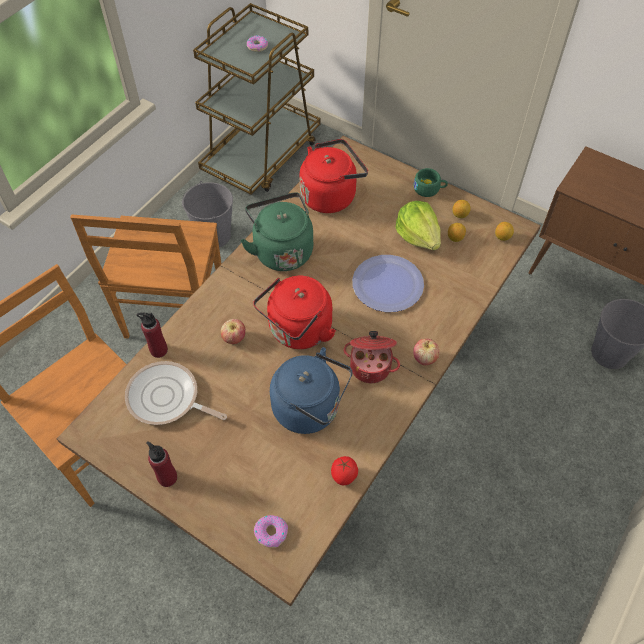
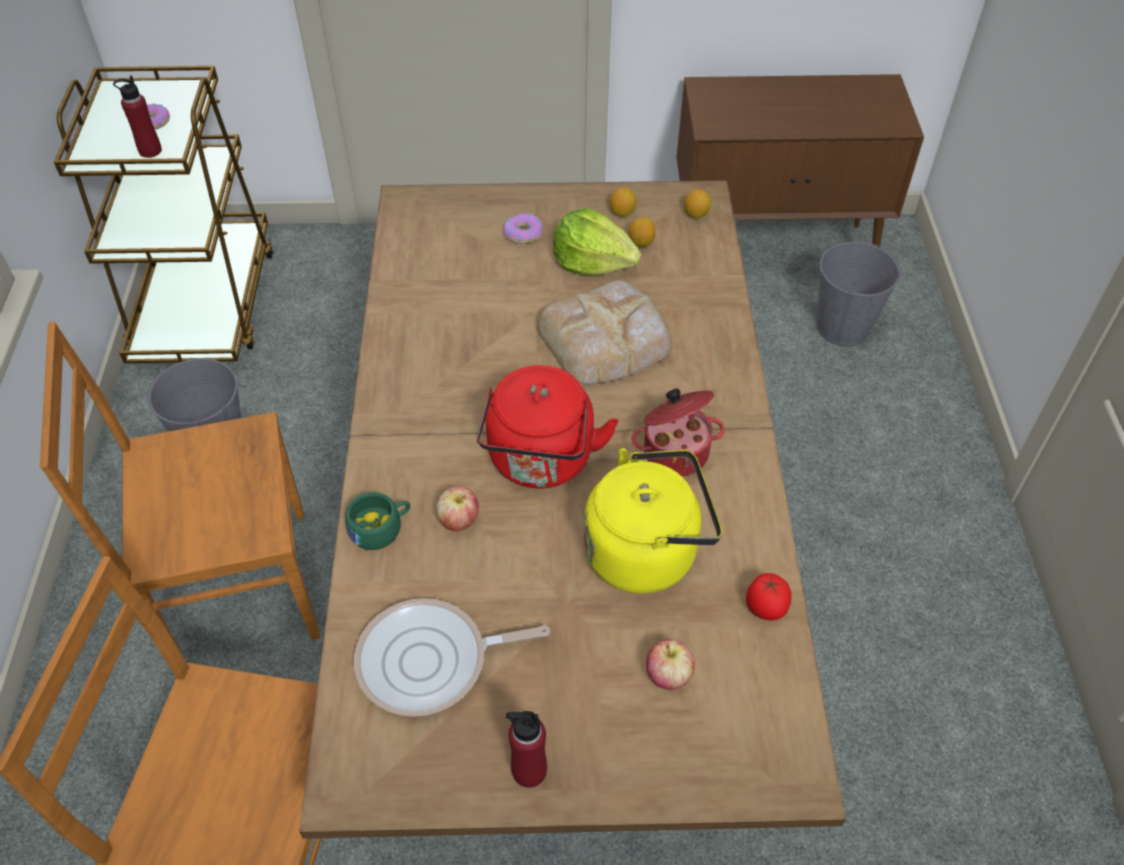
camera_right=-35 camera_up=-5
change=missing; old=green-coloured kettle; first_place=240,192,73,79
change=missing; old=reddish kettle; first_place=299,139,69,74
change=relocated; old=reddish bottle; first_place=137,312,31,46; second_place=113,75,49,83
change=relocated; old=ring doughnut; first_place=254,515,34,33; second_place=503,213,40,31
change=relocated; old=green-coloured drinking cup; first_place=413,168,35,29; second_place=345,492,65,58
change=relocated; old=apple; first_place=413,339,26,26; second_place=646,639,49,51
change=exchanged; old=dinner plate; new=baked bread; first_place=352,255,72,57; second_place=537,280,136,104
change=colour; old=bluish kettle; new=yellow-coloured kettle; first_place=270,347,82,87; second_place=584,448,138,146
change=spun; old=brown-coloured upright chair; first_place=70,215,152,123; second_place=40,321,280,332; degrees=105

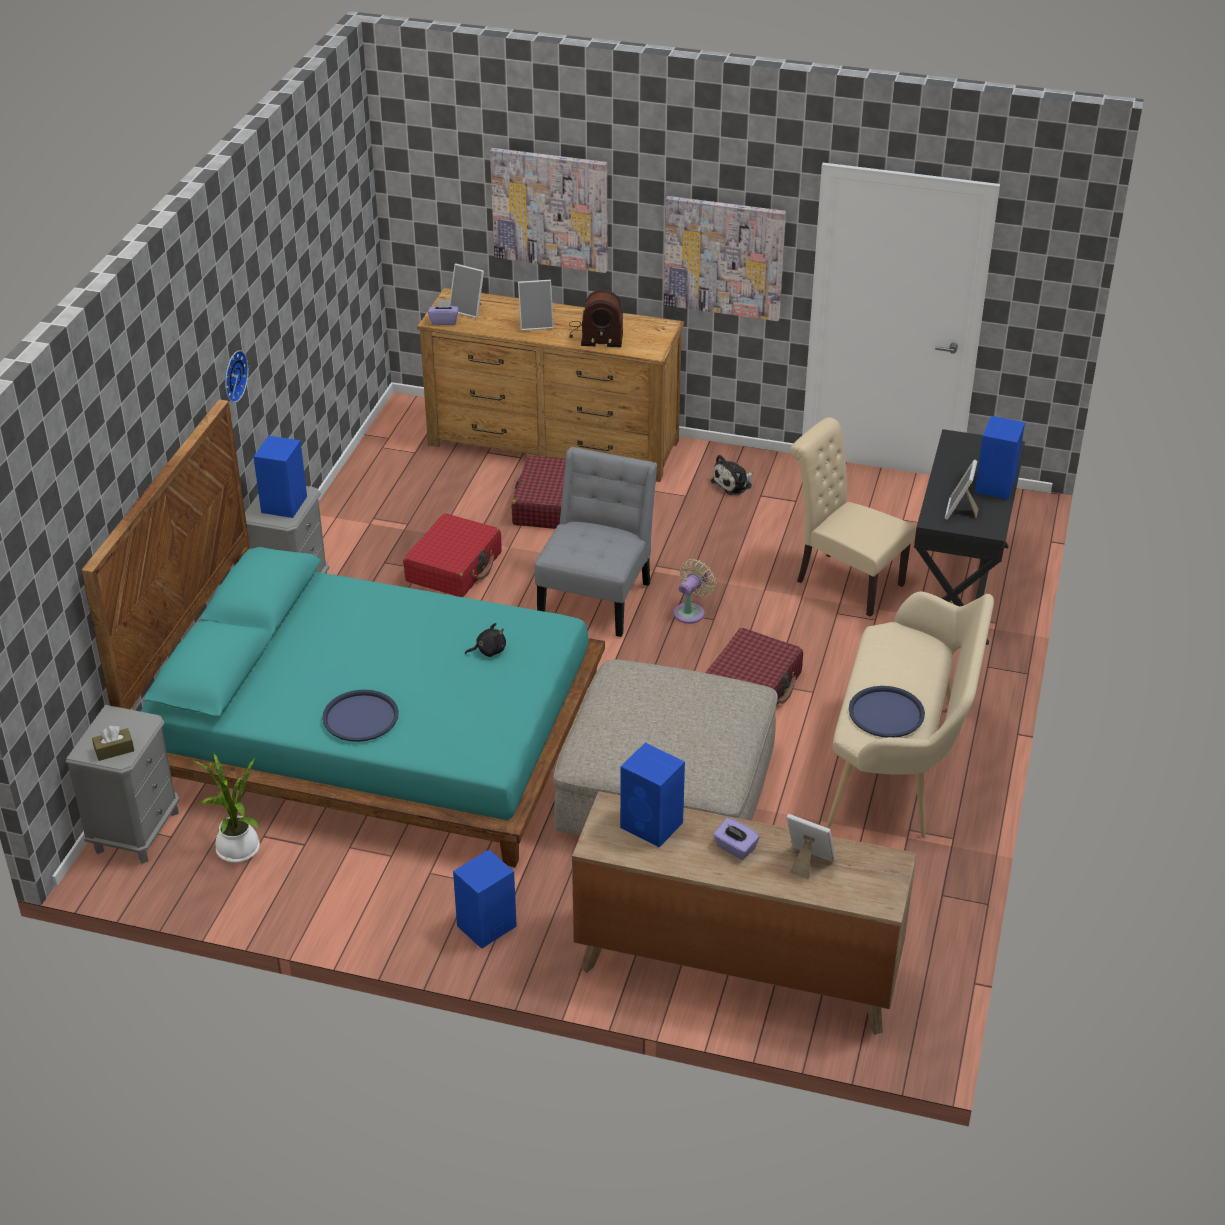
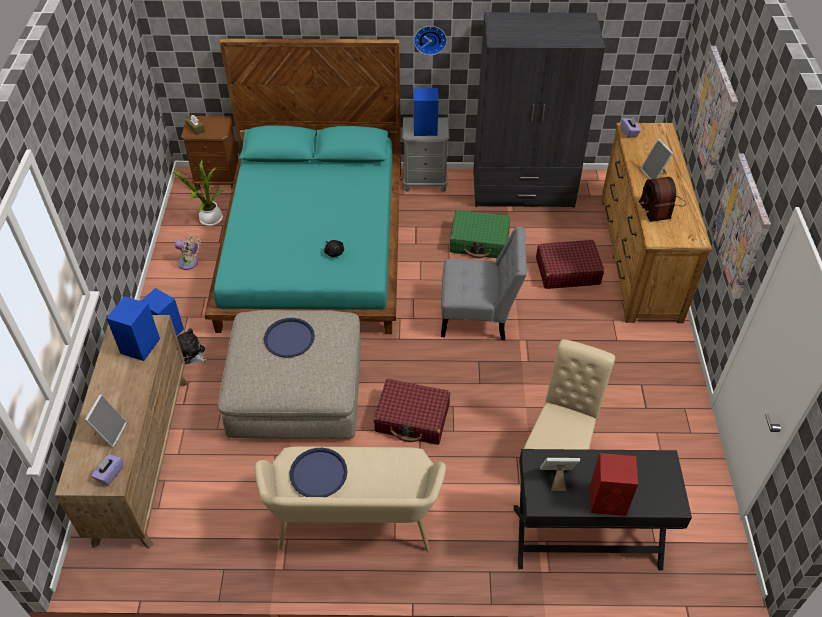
camera_right=75 camera_up=10
change=missing; old=picture frame; first_place=449,264,35,54
change=appeared; new=greyish clothes cupboard; second_place=473,12,132,196
change=relocated; old=bluish serving tray; first_place=322,690,77,52; second_place=264,318,51,40
change=relocated; old=sand-coloured electric fan; first_place=674,559,42,65; second_place=175,235,26,35
change=relocated; old=soft toy; first_place=711,455,42,40; second_place=177,328,30,36
change=relocated; old=purplish tissue box; first_place=713,818,47,42; second_place=91,454,32,31
change=colour; old=greyish nightstand; new=brown-coloured nightstand; first_place=66,705,114,159; second_place=181,116,58,75
change=colour; old=reddish travel case; new=green-coloured travel case; first_place=403,513,99,84; second_place=450,210,60,48
change=colour; old=bluish speaker; new=reddish speaker; first_place=975,416,50,84; second_place=590,453,48,63

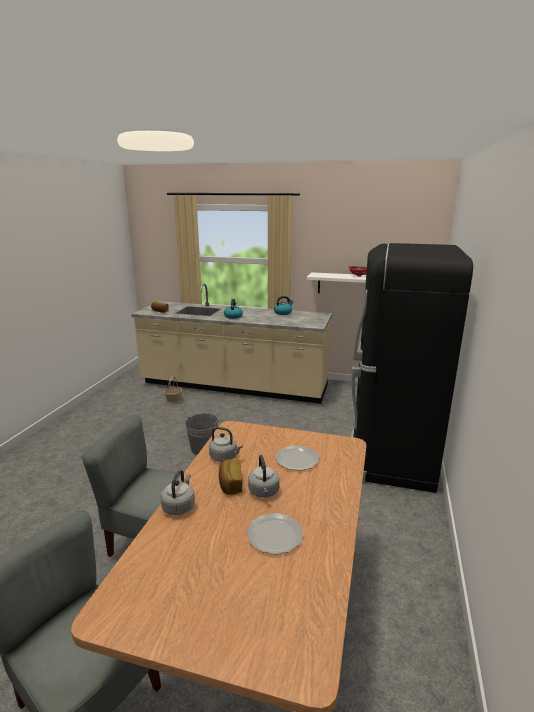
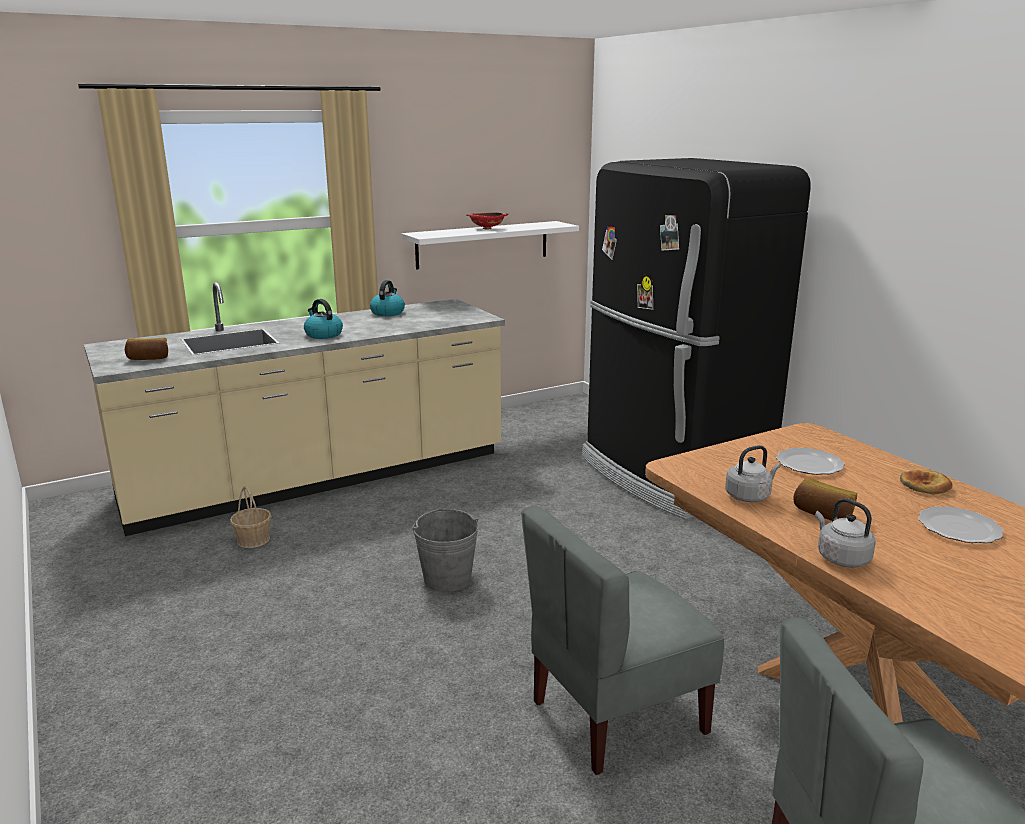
camera_right=-45 camera_up=0
change=missing; old=greyish kettle; first_place=248,455,32,43
change=appeared; new=baked bread; second_place=900,470,53,24

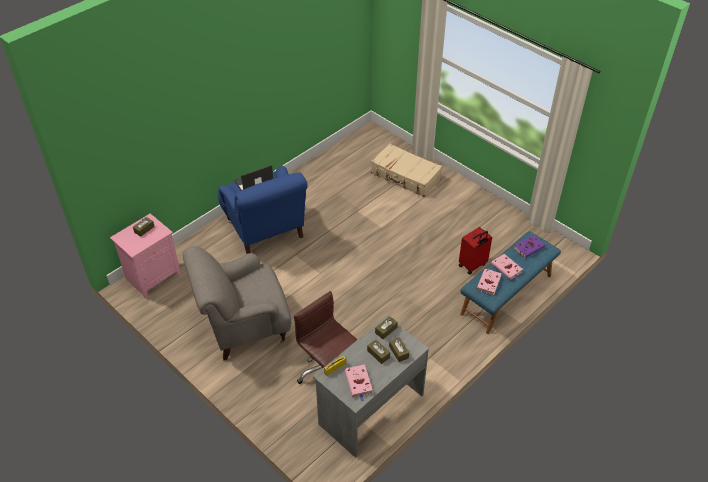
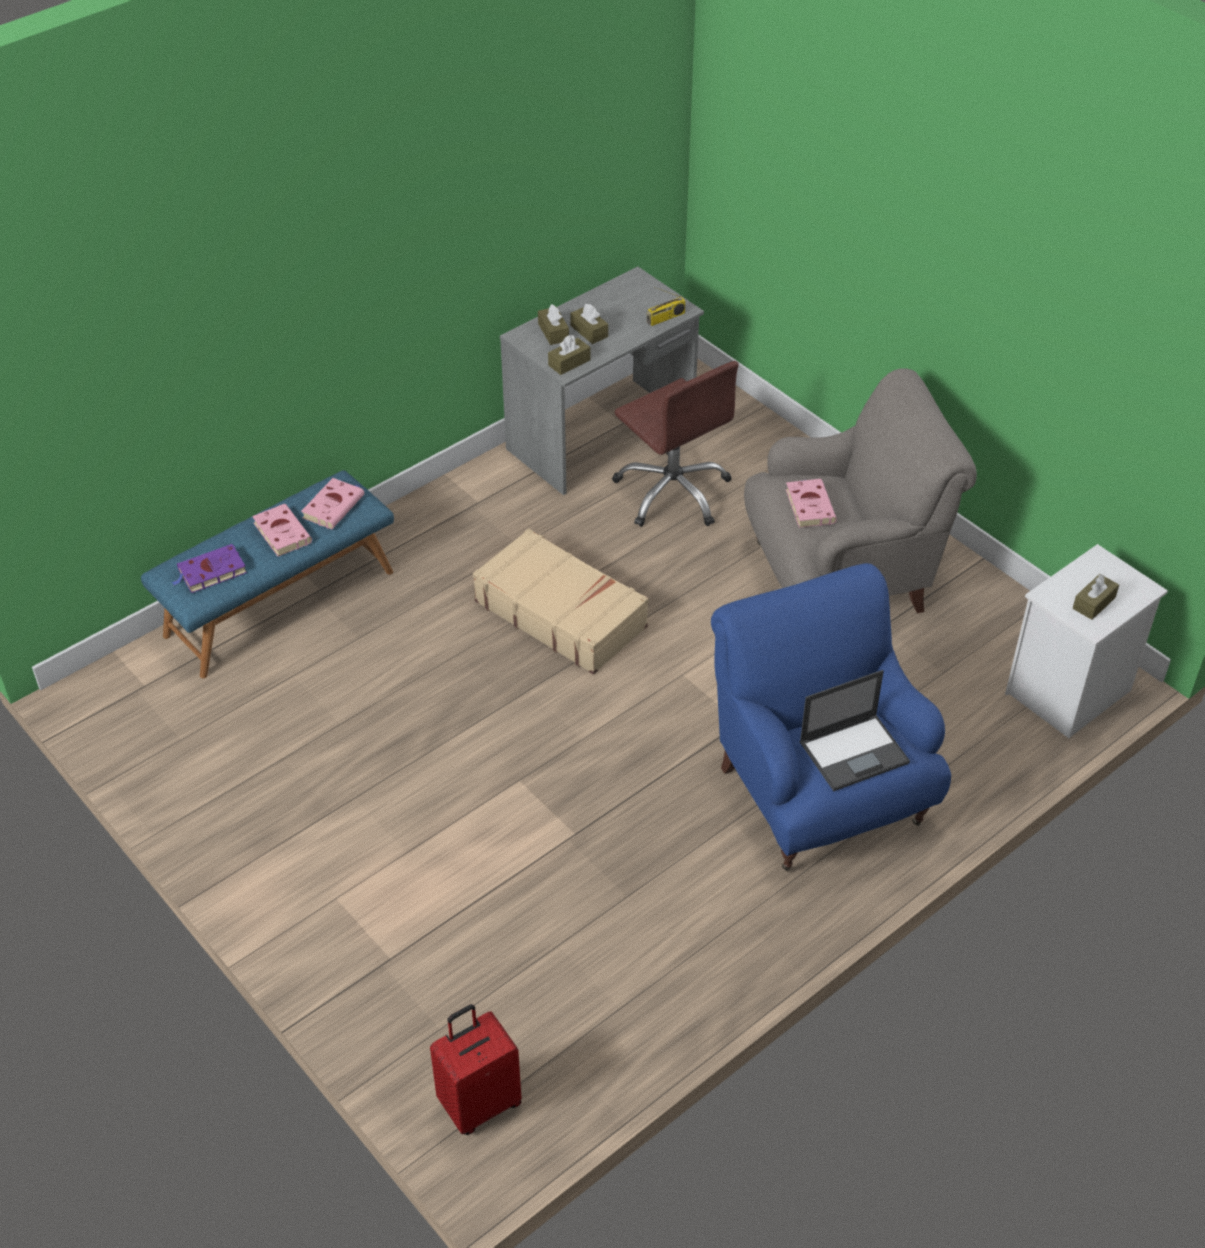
camera_right=-175 camera_up=0
change=relocated; old=pinkish book; first_place=345,364,28,38; second_place=786,479,51,49
change=relocated; old=sand-coloured travel case; first_place=371,143,72,54; second_place=473,529,176,146
change=relocated; old=reddish travel case; first_place=459,227,33,47; second_place=430,1004,91,131
change=colour; old=pinkish nightstand; new=whitish nightstand; first_place=110,214,71,84; second_place=1005,544,163,194

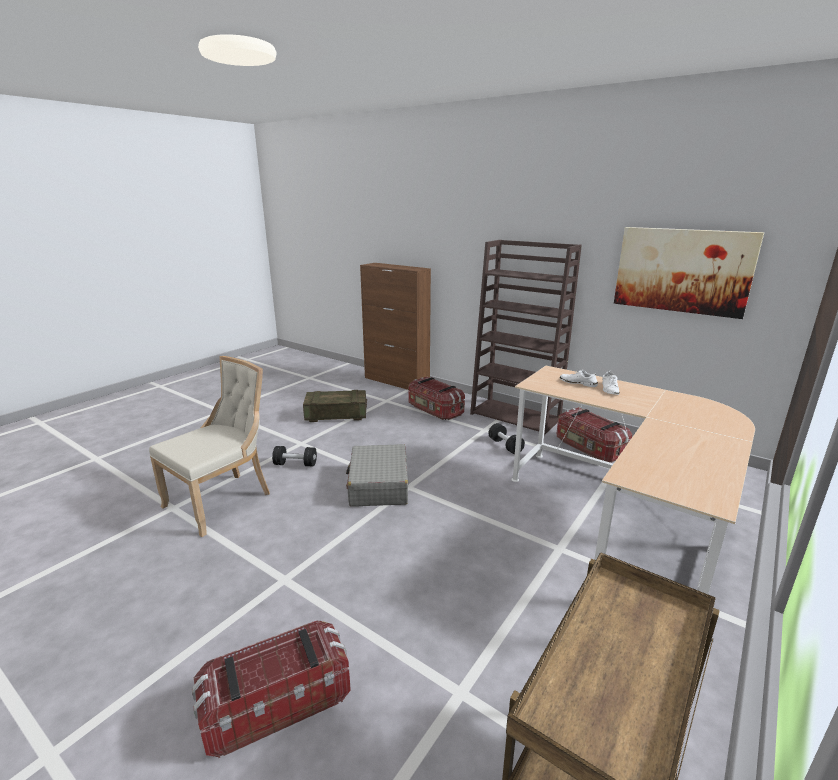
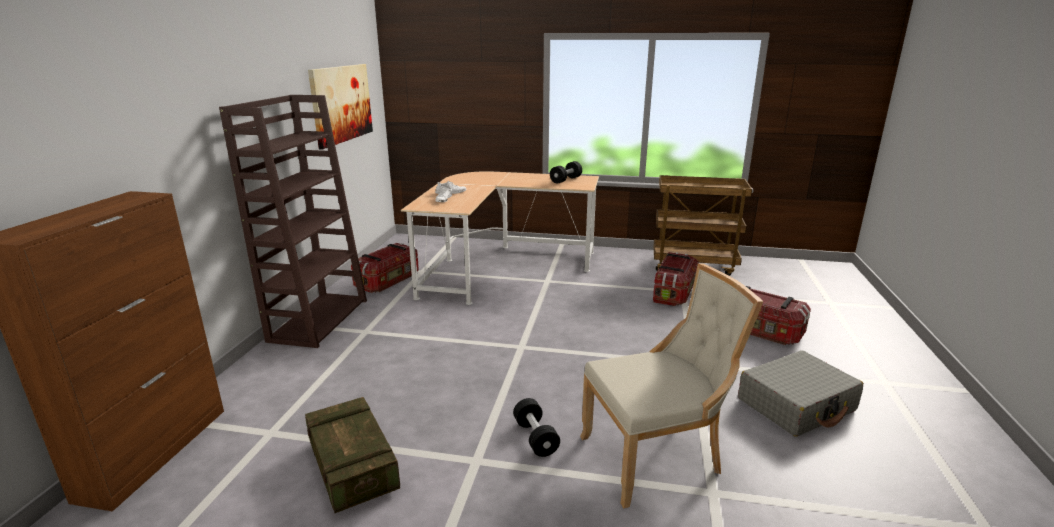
camera_right=-115 camera_up=0
change=relocated; old=greyish travel case; first_place=346,444,62,63; second_place=738,350,125,87
change=relocated; old=storage box; first_place=408,377,57,43; second_place=653,252,46,54
change=relocated; old=black hand weight; first_place=488,423,37,31; second_place=550,161,32,23
change=spun; old=sand-coloured upright chair; first_place=149,356,121,181; second_place=580,263,183,245; degrees=150

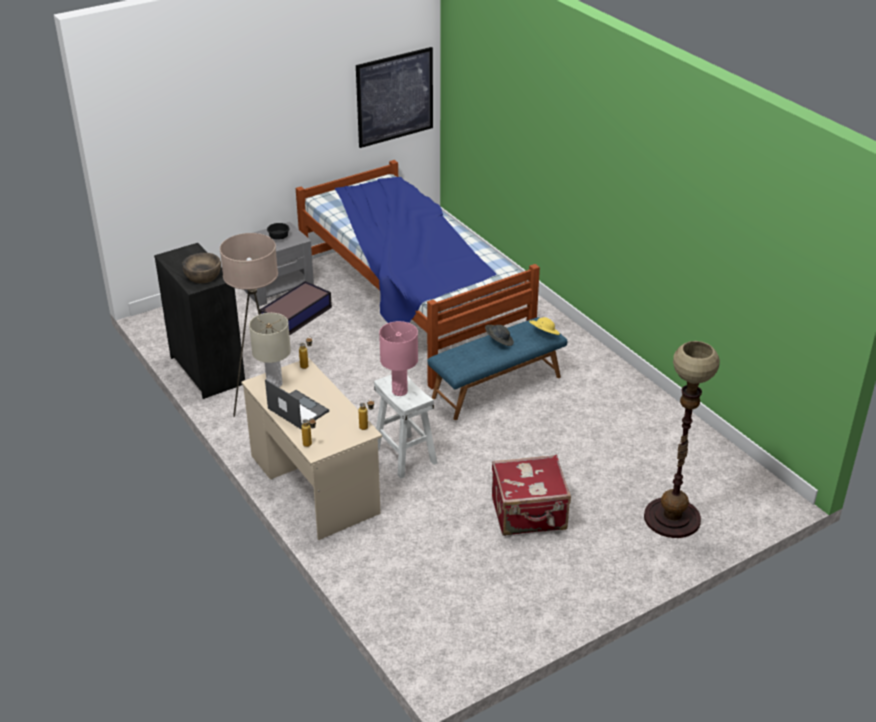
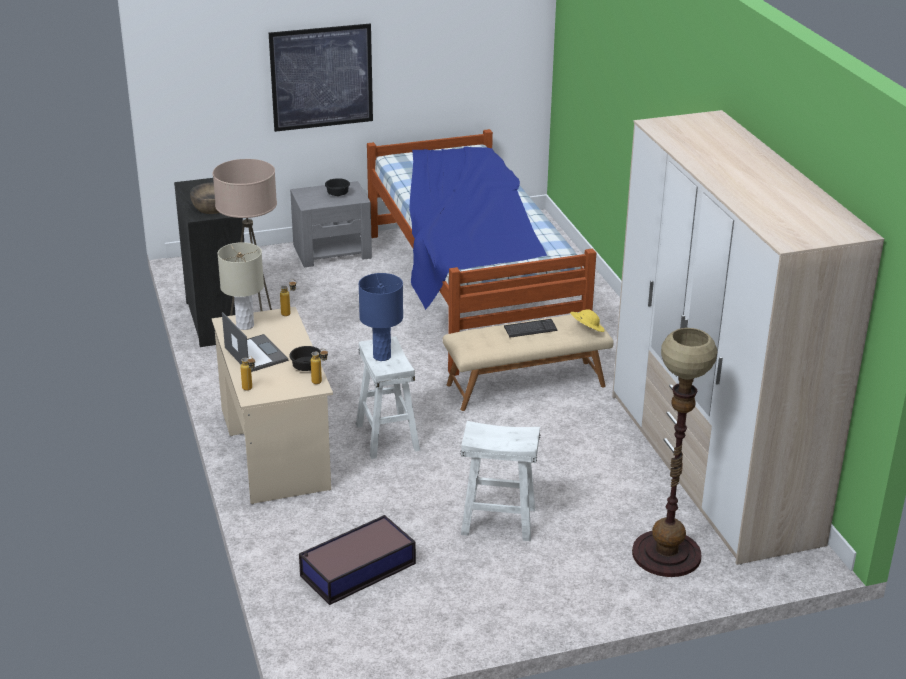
camera_right=15 camera_up=-5
change=appeared; new=black bowl; second_place=289,346,32,25
change=appeared; new=clothes cupboard; second_place=612,110,272,455
change=relocated; old=storage box; first_place=260,281,72,54; second_place=299,515,117,90
change=relocated; old=picture; first_place=356,47,77,101; second_place=269,24,104,108
change=exchanged; old=greyish clothing hat; new=computer keyboard; first_place=485,325,29,21; second_place=504,319,53,19
change=exchanged; old=reddish travel case; new=whitish stool seat; first_place=492,454,79,82; second_place=460,421,80,120
change=colour; old=pinkish lamp for a table; new=bluish lamp for a table; first_place=379,321,39,75; second_place=359,273,44,88
change=colour; old=bluish bench; new=sand-coloured bench; first_place=428,317,139,103; second_place=443,315,171,96

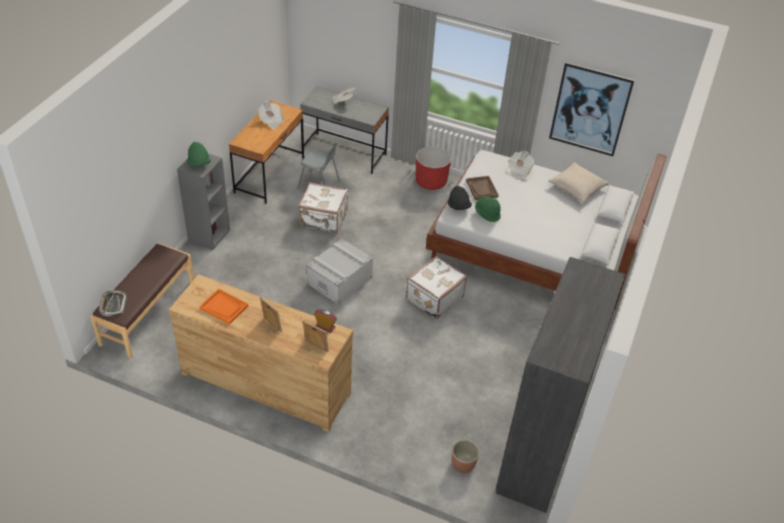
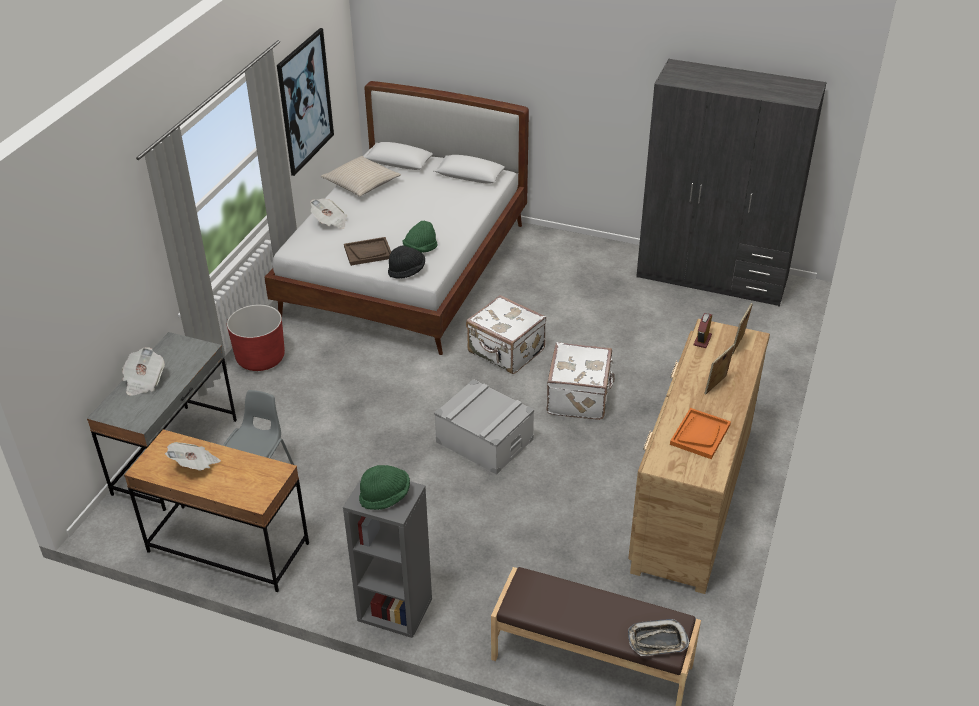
camera_right=-90 camera_up=-5
change=missing; old=flower pot; first_place=452,440,27,33
change=relocated; old=whitish travel case; first_place=298,182,50,51; second_place=547,342,68,78

